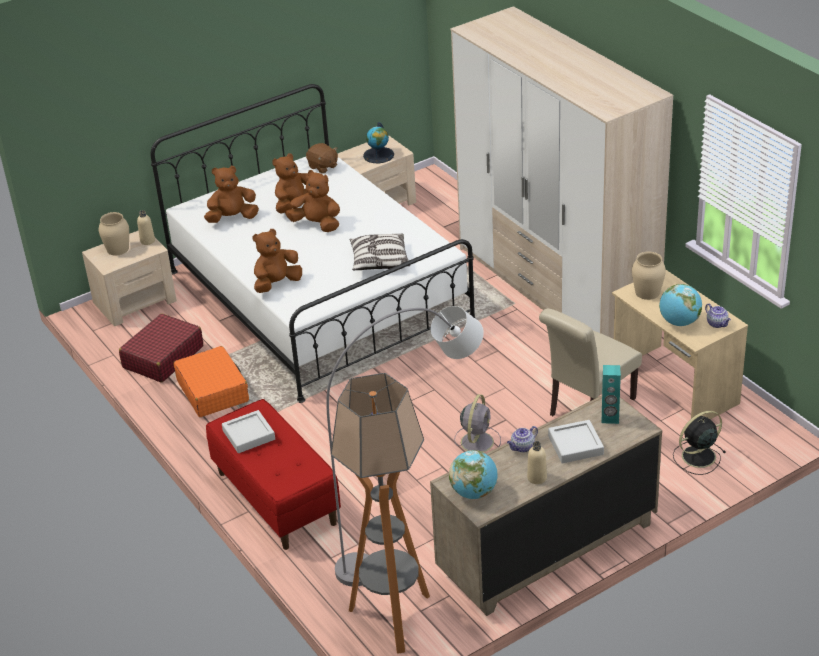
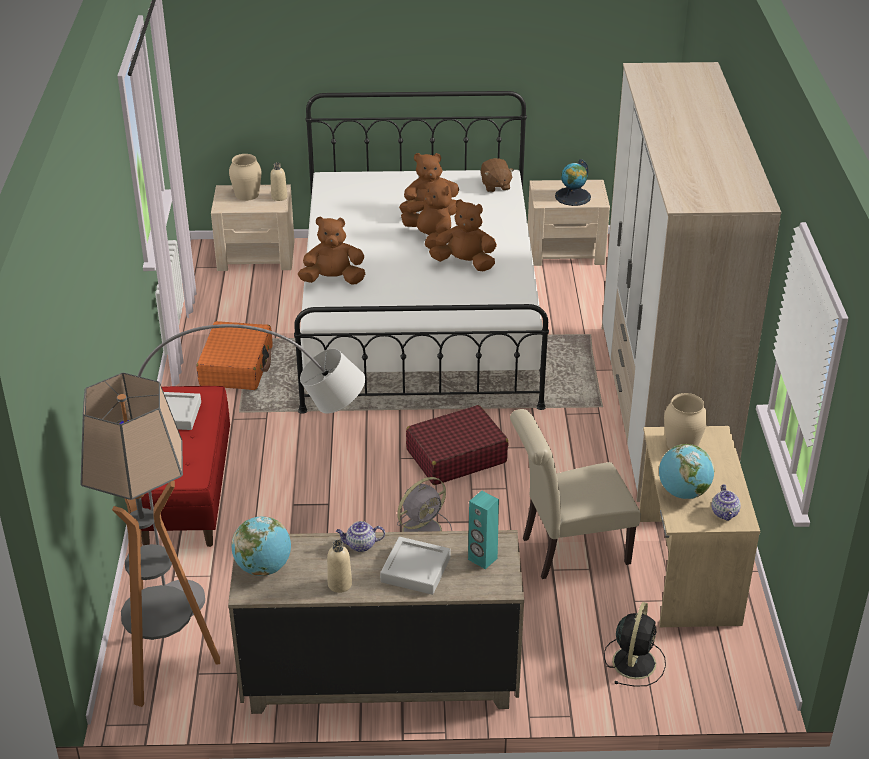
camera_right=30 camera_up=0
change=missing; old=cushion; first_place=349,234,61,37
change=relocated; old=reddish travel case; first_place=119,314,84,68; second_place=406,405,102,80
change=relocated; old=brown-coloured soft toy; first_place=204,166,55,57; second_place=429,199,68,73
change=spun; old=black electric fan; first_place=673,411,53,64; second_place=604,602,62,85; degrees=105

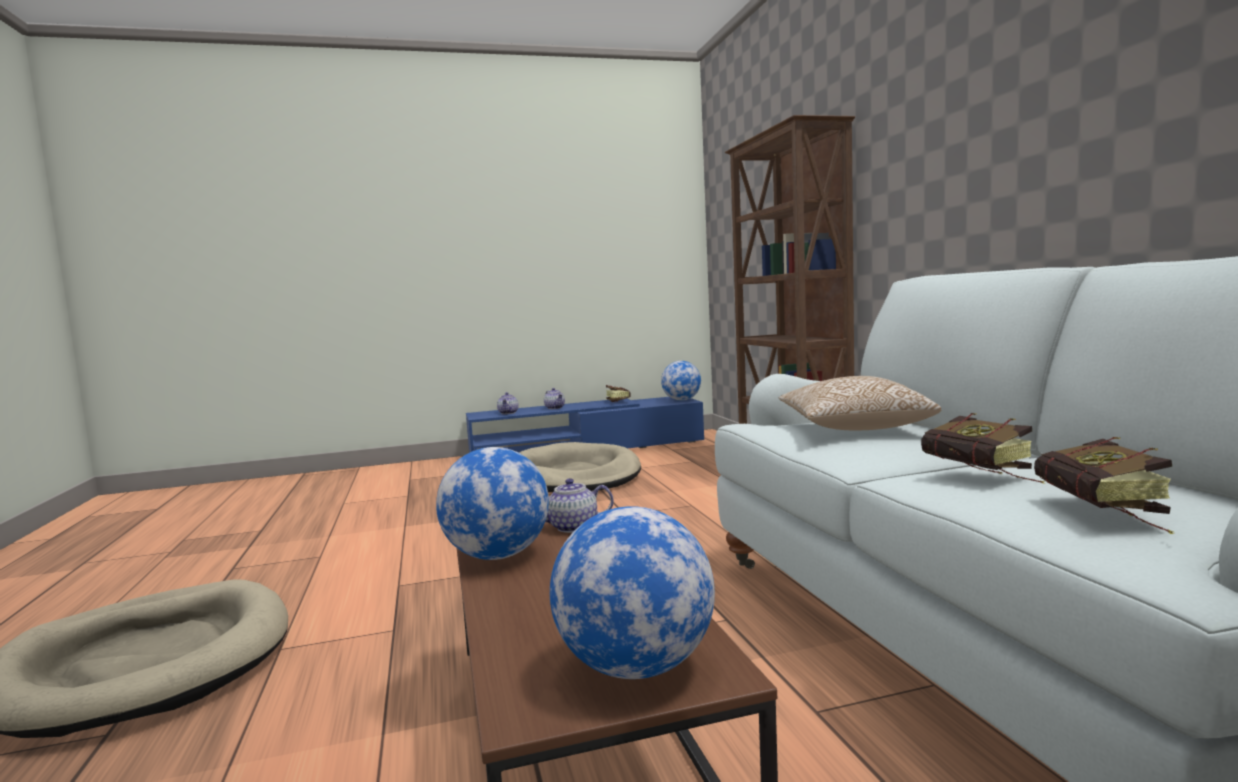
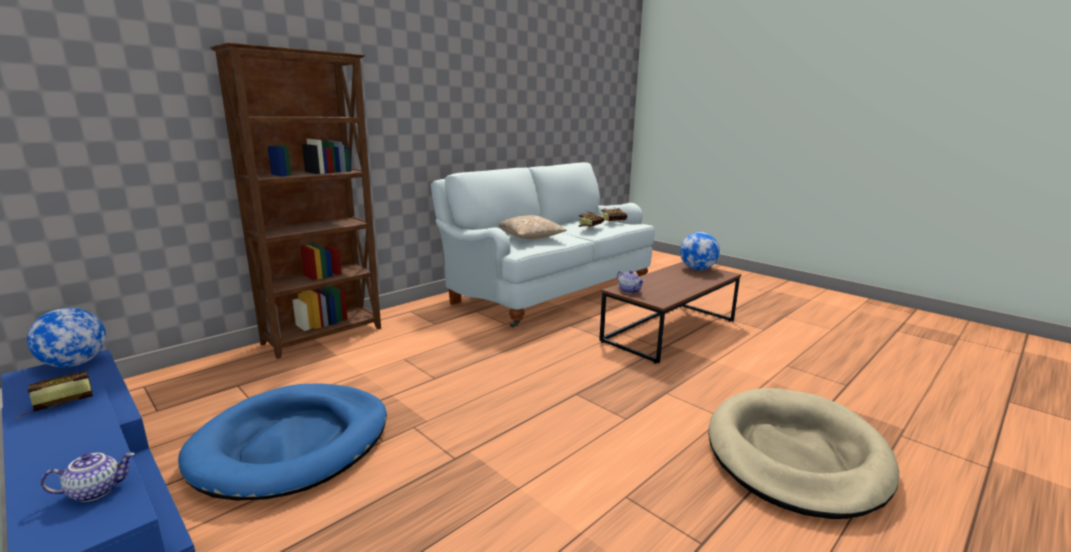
camera_right=-120 camera_up=10
change=missing; old=world globe; first_place=436,447,113,113
change=missing; old=pot for tea; first_place=544,388,21,21
change=colour; old=sand-coloured dog cushion; new=bluish dog cushion; first_place=519,442,122,50; second_place=178,383,209,118

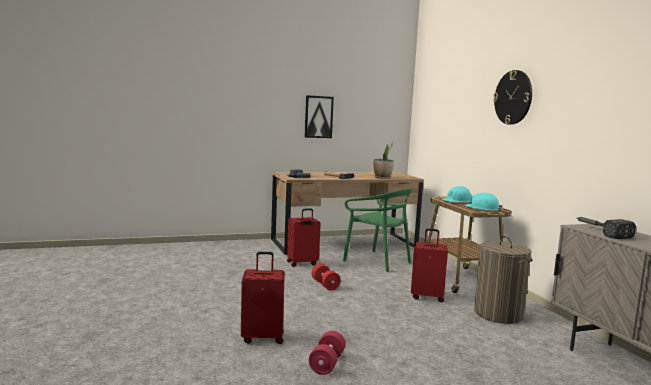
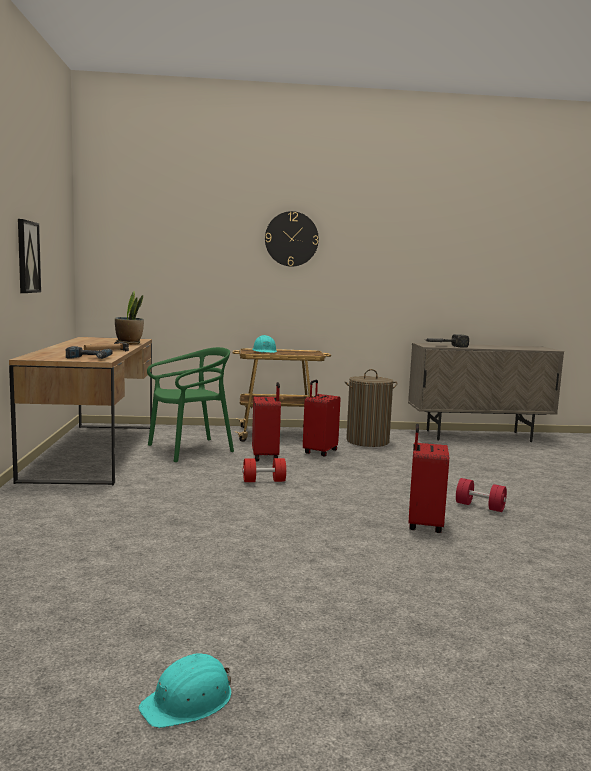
camera_right=-75 camera_up=0
change=relocated; old=reddish travel case; first_place=287,208,34,59; second_place=252,382,29,80
change=relocated; old=turquoise-coloured hard hat; first_place=465,193,38,18; second_place=139,653,92,75

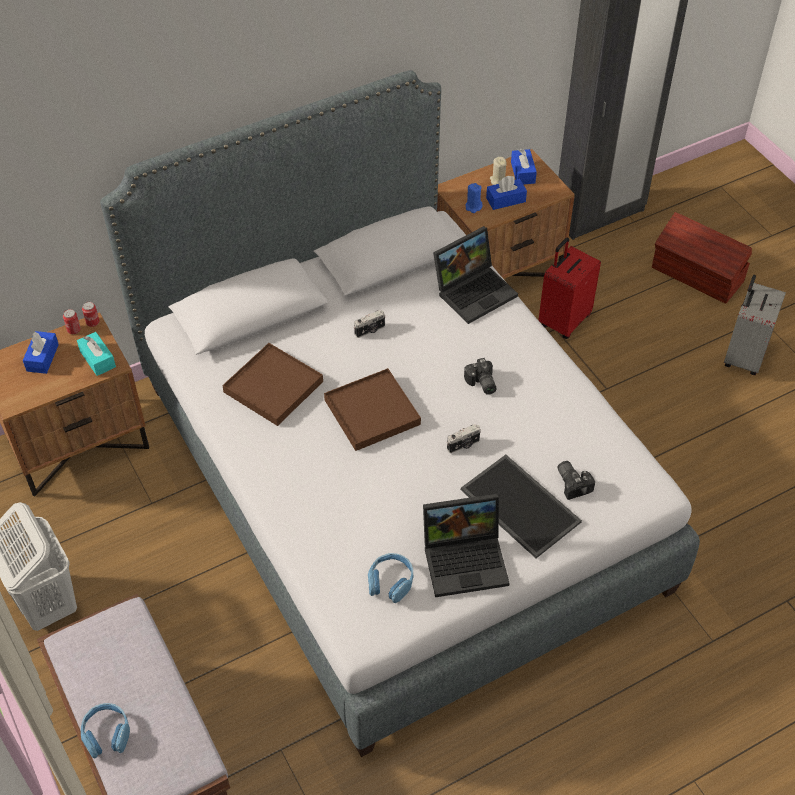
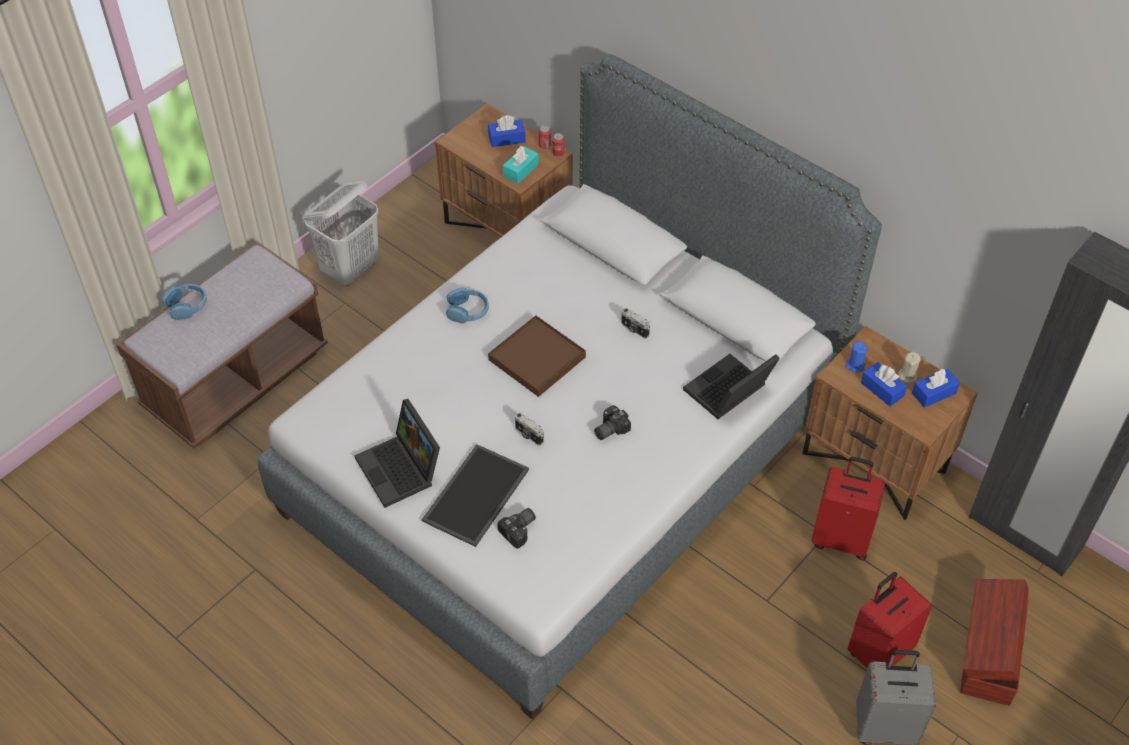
camera_right=70 camera_up=0
change=missing; old=brown-coloured serving tray; first_place=222,343,101,83
change=appeared; new=reddish travel case; second_place=848,572,84,96
change=relocated; old=bluish headphones; first_place=368,553,45,50; second_place=446,288,43,35
change=spun; old=notebook computer; first_place=433,226,85,98; second_place=683,354,97,65; degrees=105

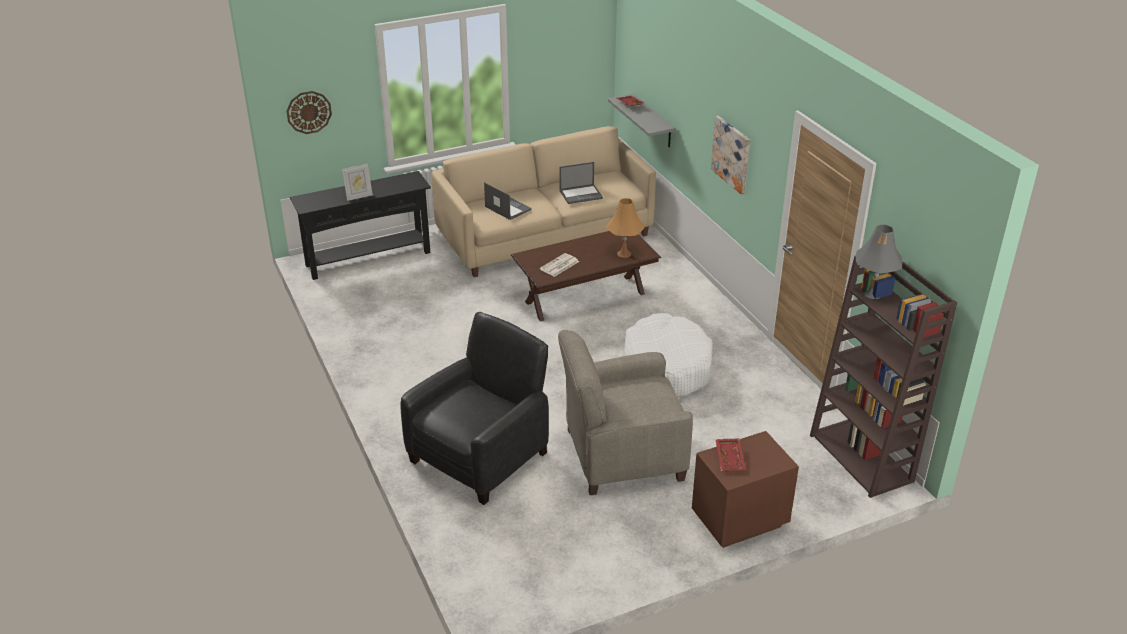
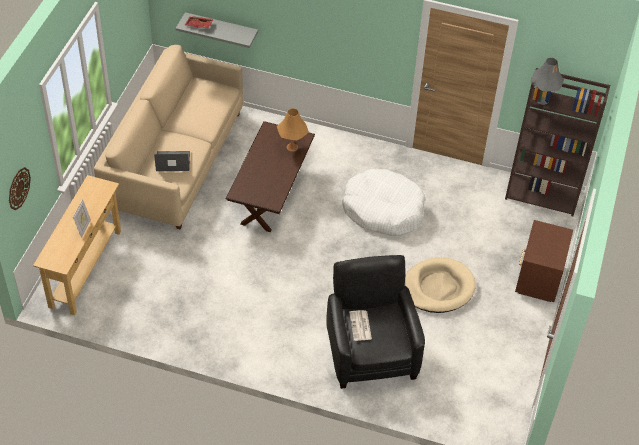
camera_right=-50 camera_up=15
change=missing; old=notebook computer; first_place=559,162,44,42
change=missing; old=picture; first_place=711,116,39,78
change=missing; old=reddish serving tray; first_place=716,438,30,34
change=relocated; old=newspaper; first_place=540,253,39,24; second_place=349,310,23,31
change=exchanged; old=sand-coloured easy chair; new=sand-coloured dog cushion; first_place=558,330,135,165; second_place=405,258,71,55
change=colour; old=black narrow table; new=sand-coloured narrow table; first_place=290,171,141,109; second_place=33,175,88,140

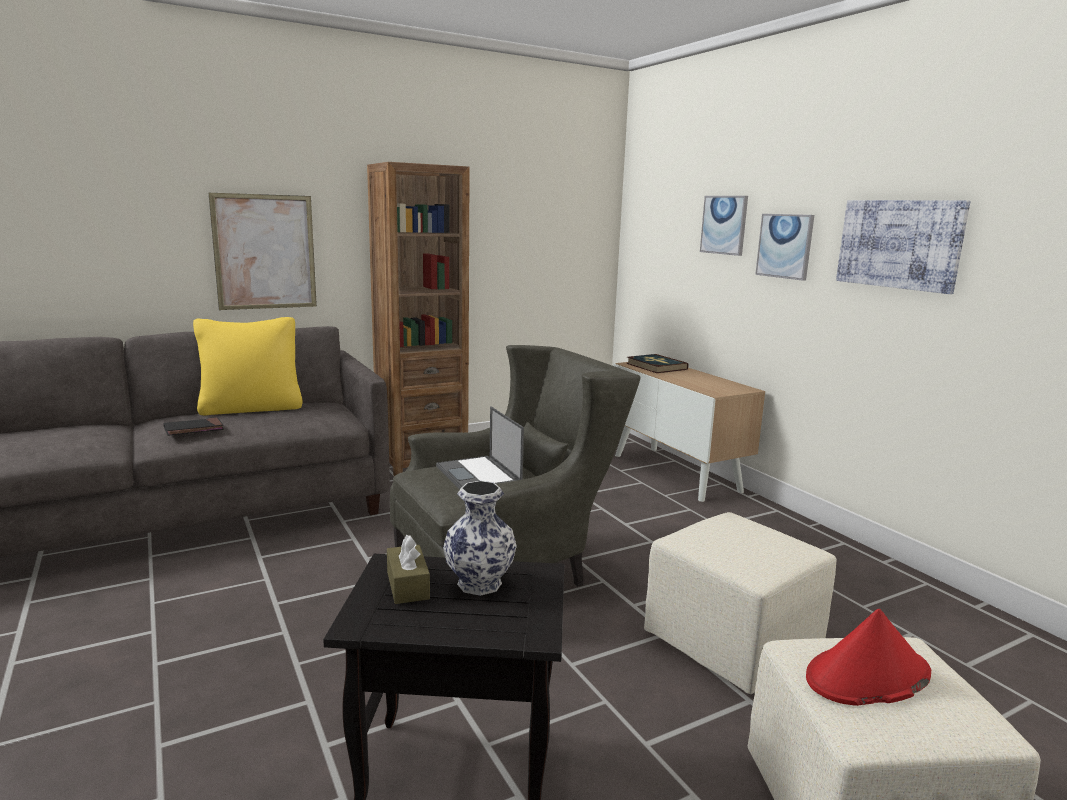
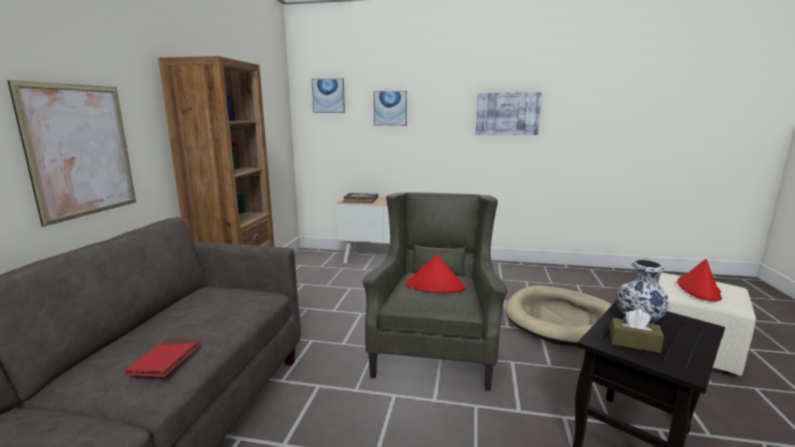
camera_right=-50 camera_up=0
change=missing; old=yellow-coloured cushion; first_place=193,317,110,98
change=relocated; old=picture; first_place=755,214,59,67; second_place=311,78,34,35
change=exchanged; old=notebook computer; new=reddish clothing hat; first_place=436,406,88,83; second_place=405,255,61,38
change=exchanged; old=sand-coloured footrest; new=sand-coloured dog cushion; first_place=644,512,193,182; second_place=505,285,107,61
change=colour; old=black book; new=reddish book; first_place=164,417,60,19; second_place=125,338,76,39

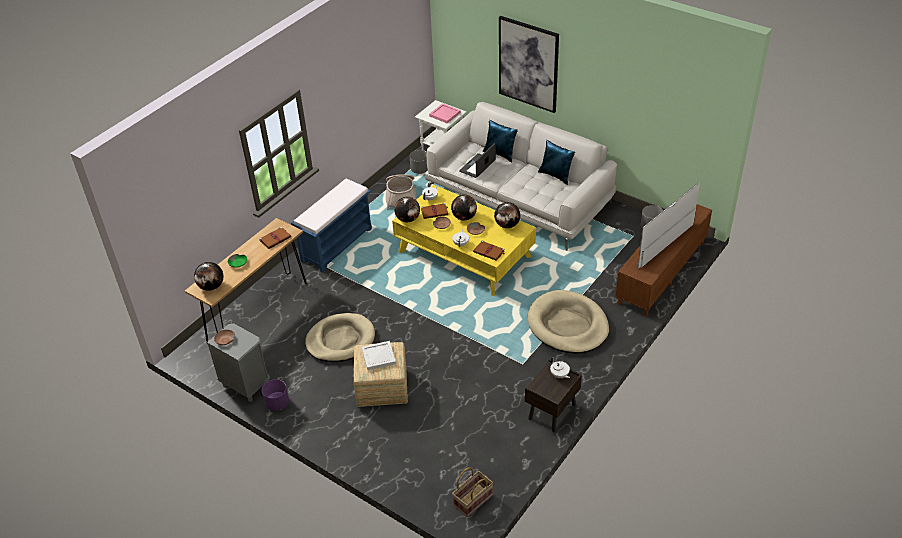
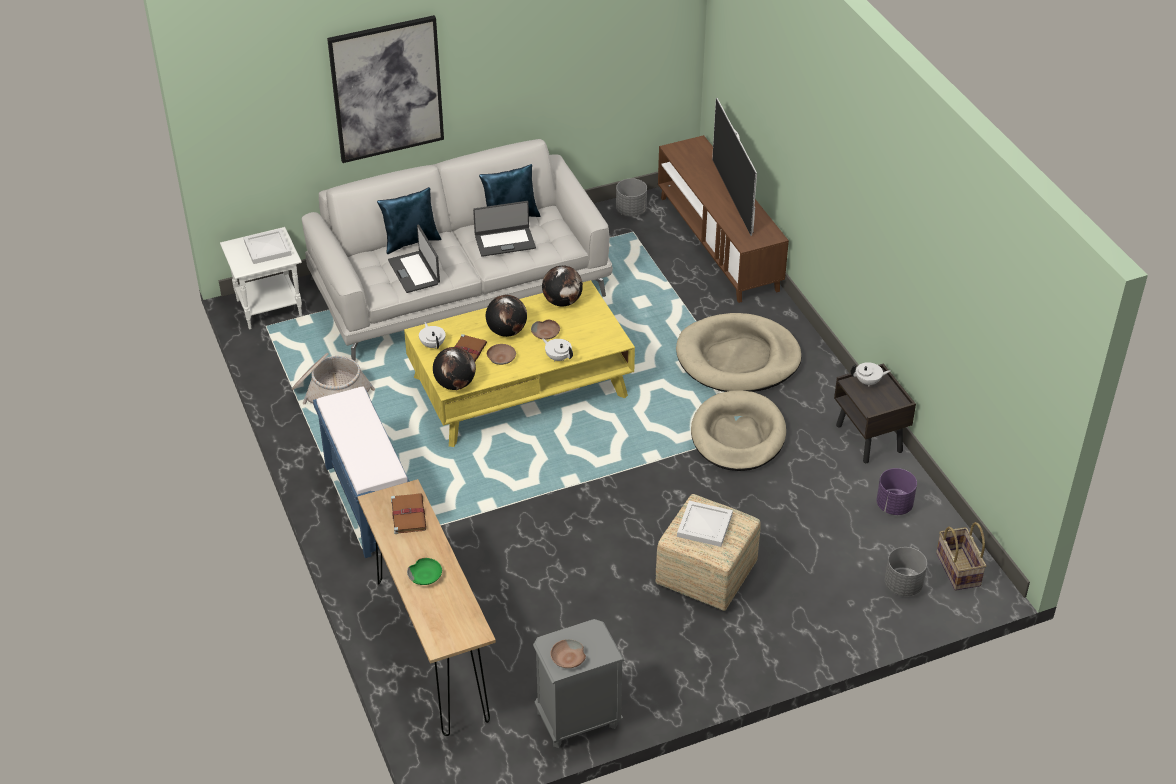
camera_right=-60 camera_up=0
change=missing; old=world globe; first_place=194,262,29,29
change=missing; old=brown-coloured book; first_place=473,240,32,21
change=appeared; new=notebook computer; second_place=473,201,63,56
change=relocated; old=purplish flower pot; first_place=262,379,27,32; second_place=876,468,41,47
change=relocated; old=sand-coloured dog cushion; first_place=305,313,70,49; second_place=691,390,95,81
change=relocated; old=greyish flower pot; first_place=410,150,18,24; second_place=885,547,42,49
change=colour; old=pinkish serving tray; new=whitish serving tray; first_place=429,103,32,20; second_place=244,229,48,35

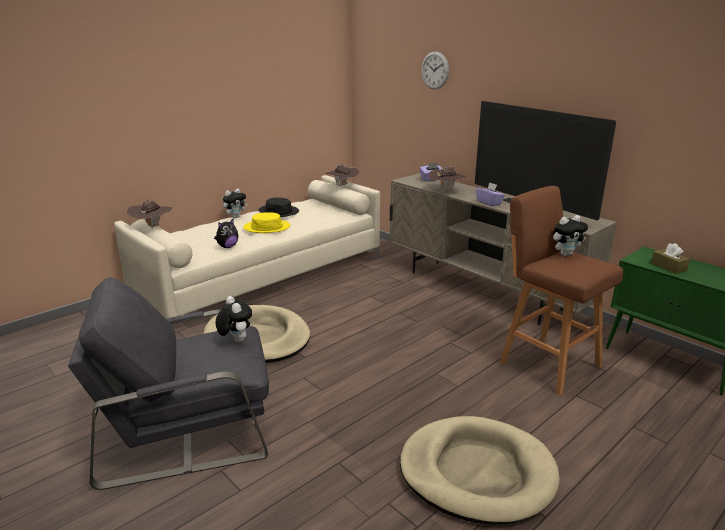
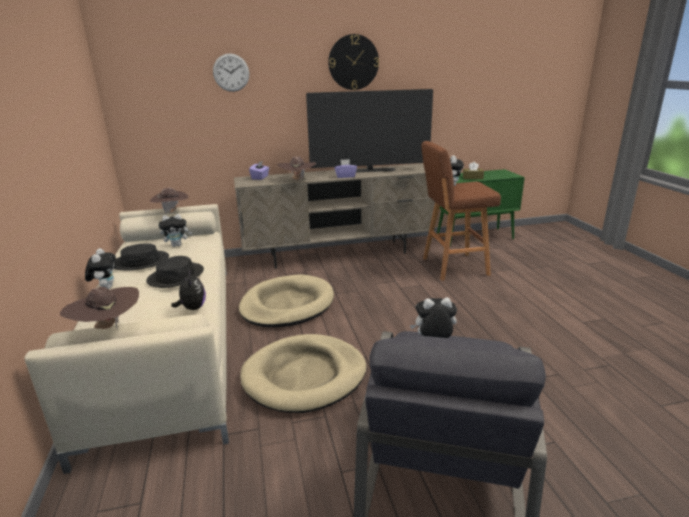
camera_right=-60 camera_up=0
change=appeared; new=soft toy; second_place=159,214,33,33
change=appeared; new=wall clock; second_place=328,34,51,56
change=relocated; old=sand-coloured dog cushion; first_place=400,416,160,108; second_place=239,275,95,52
change=colour; old=yellow-coloured clothing hat; new=black clothing hat; first_place=243,212,47,21; second_place=146,256,58,32

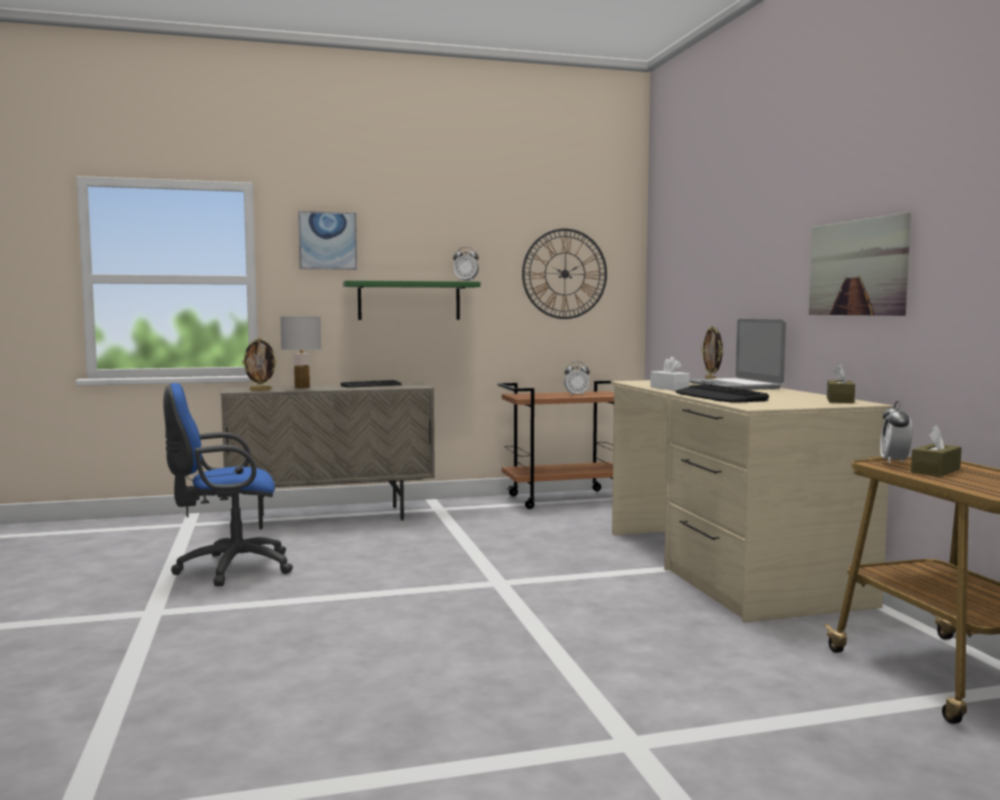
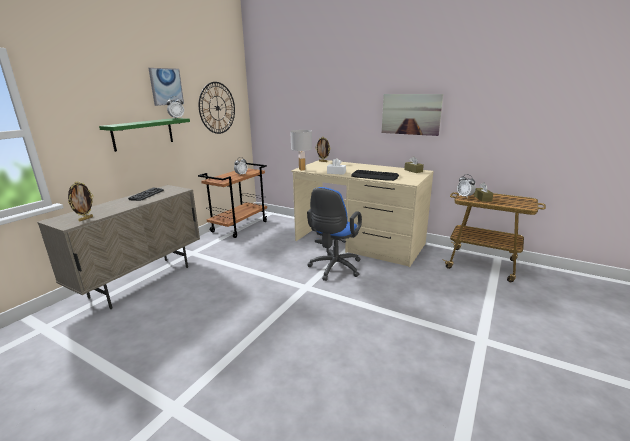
camera_right=-45 camera_up=15
change=missing; old=notebook computer; first_place=690,319,96,71
change=relocated; old=bluish desk chair; first_place=163,383,130,203; second_place=307,187,55,94
change=relocated; old=whitish lamp for a table; first_place=280,316,41,73; second_place=290,130,22,41
change=relocated; old=picture; first_place=298,211,59,59; second_place=148,68,36,38

